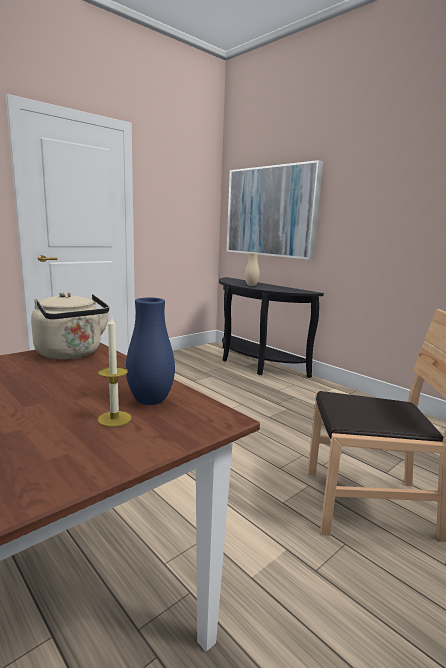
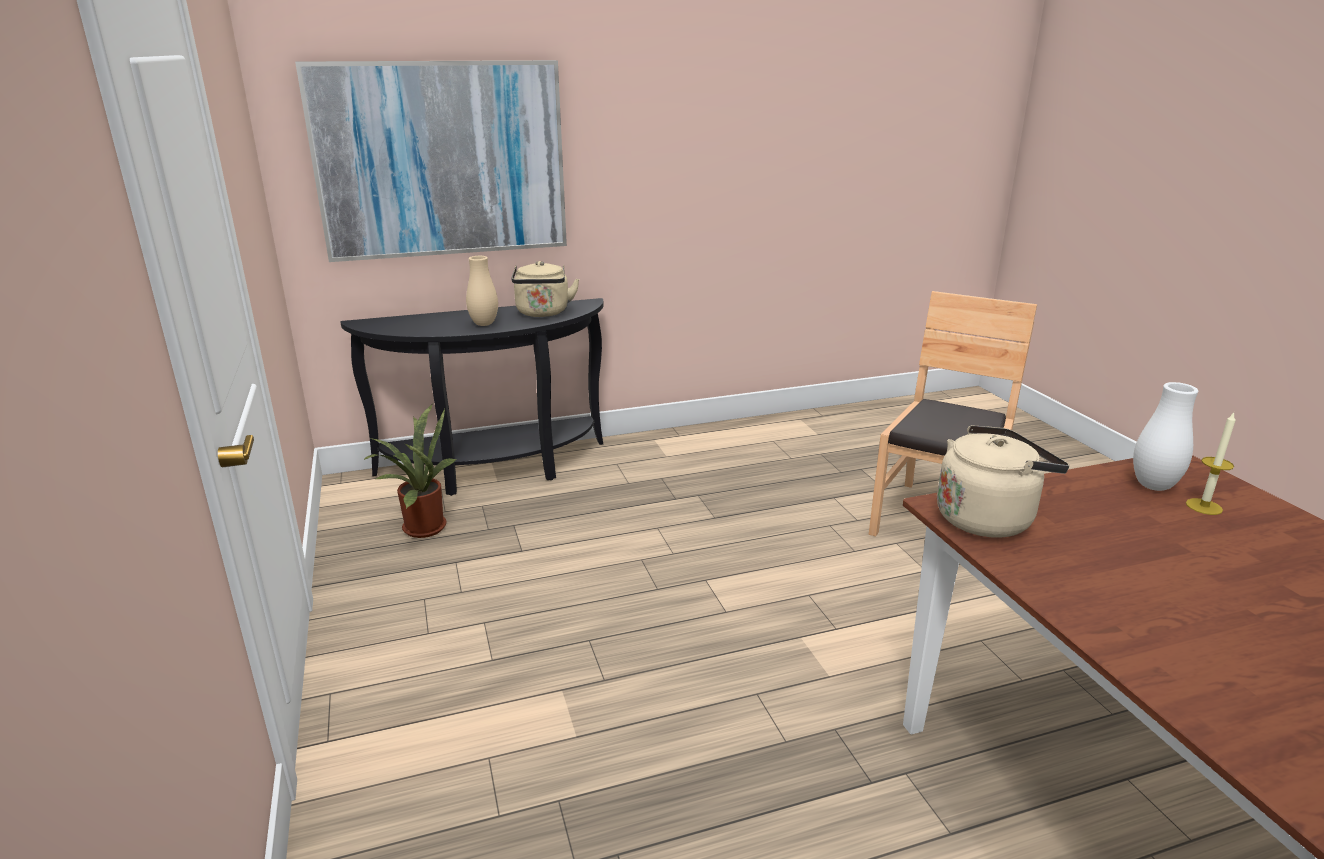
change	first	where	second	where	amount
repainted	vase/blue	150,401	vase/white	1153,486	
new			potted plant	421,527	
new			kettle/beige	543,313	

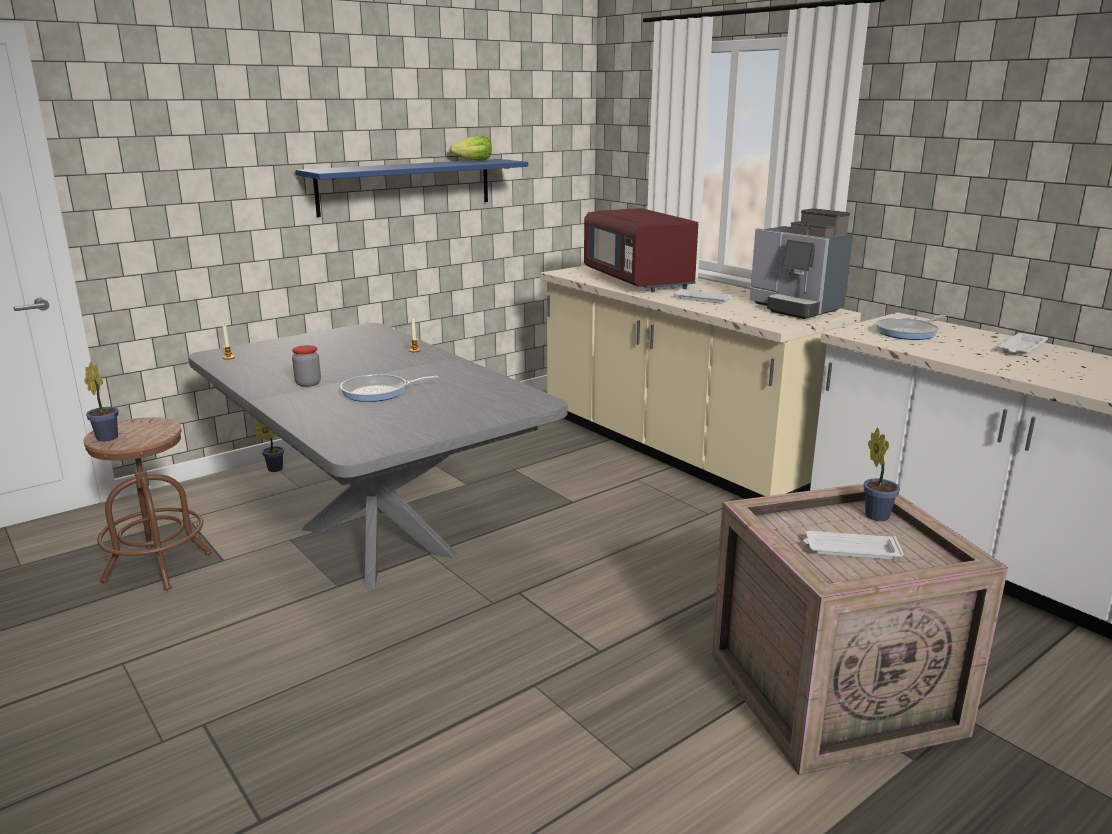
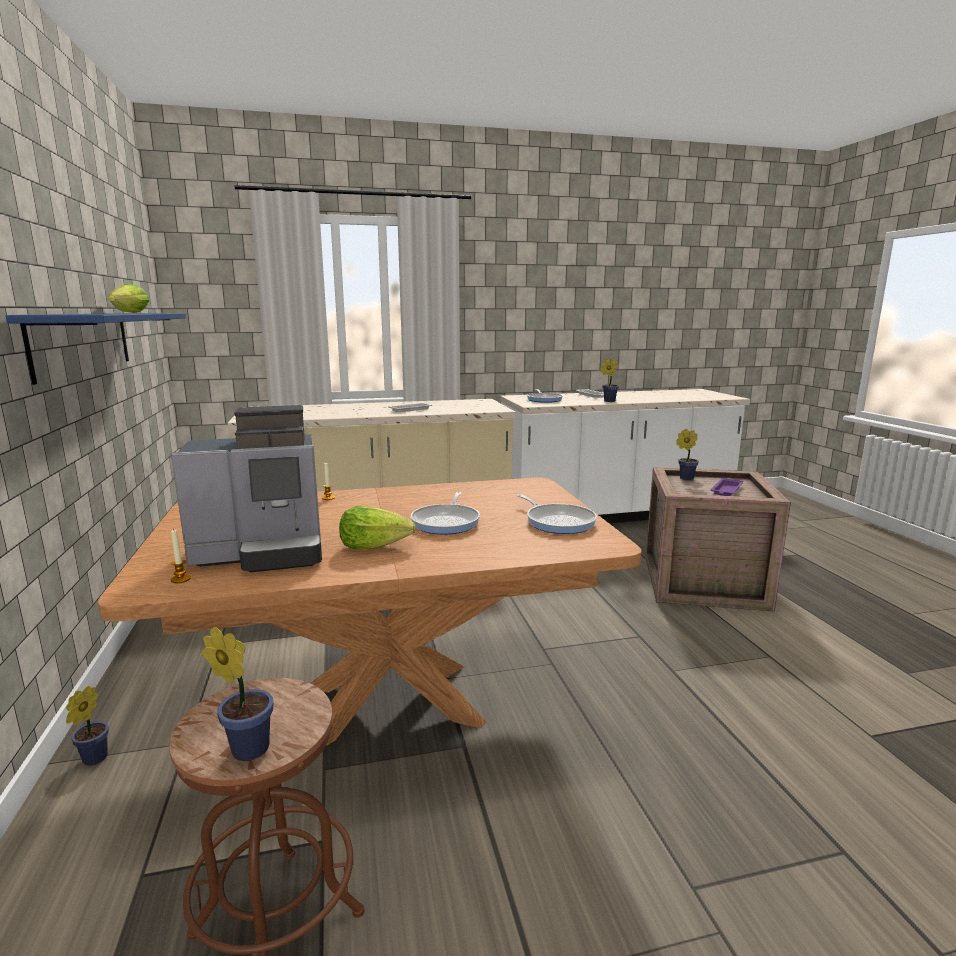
change	first	where	second	where	amount
repainted	dining table/grey	376,542	dining table/brown	392,705	
swapped	jar	308,383	lettuce	375,546	
gone	microwave/red	638,281			
shifted	coffee machine	796,308		264,552	
repainted	tray/white	850,550	tray/purple	726,490	
new			frying pan	558,522	
new			potted plant	608,401	

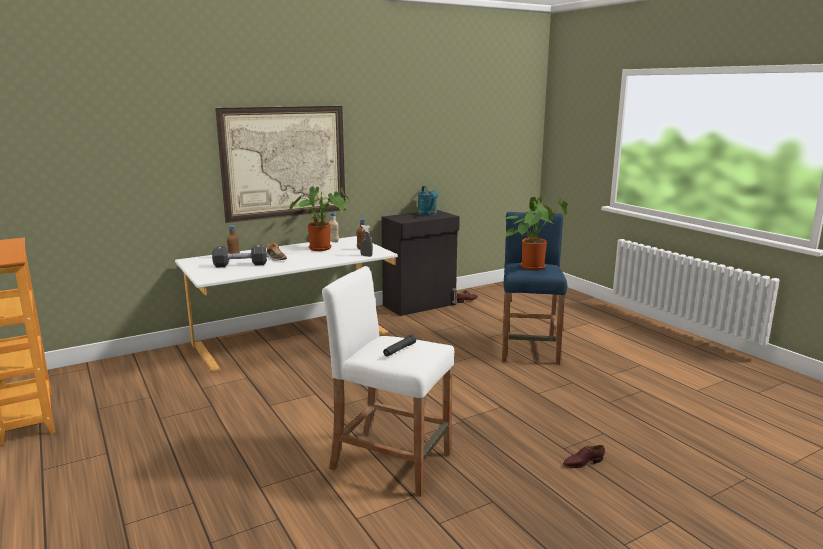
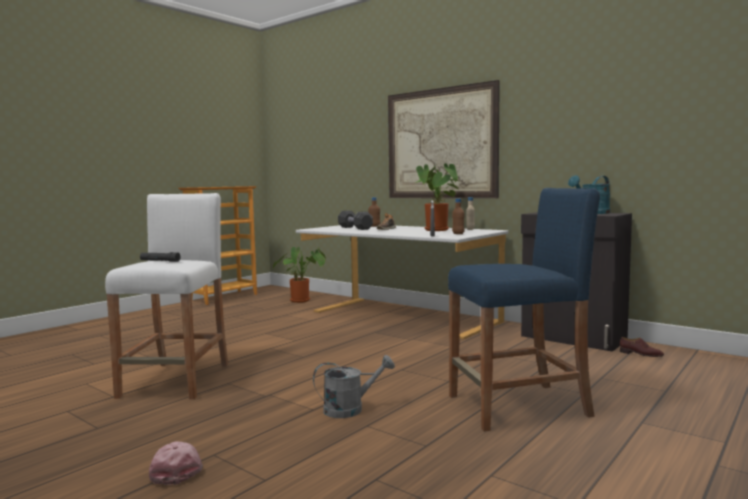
change	first	where	second	where	amount
shifted	potted plant	532,266		302,300	
swapped	shoe/brown	583,463	cap/pink	176,469	
new			watering can/grey	350,409	

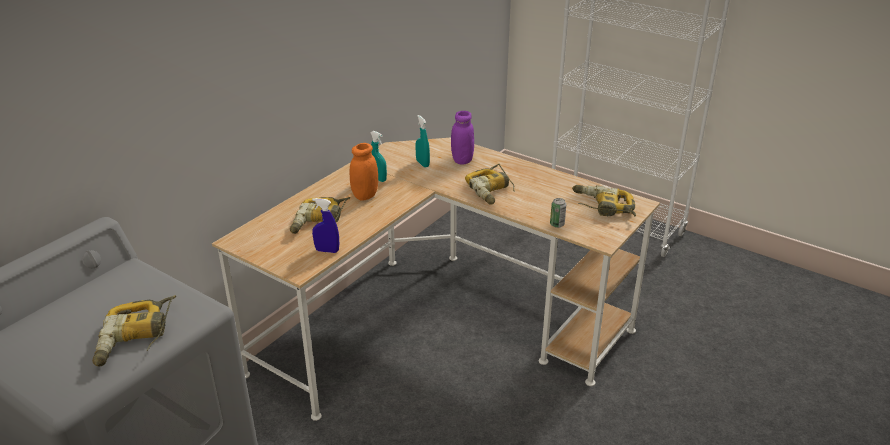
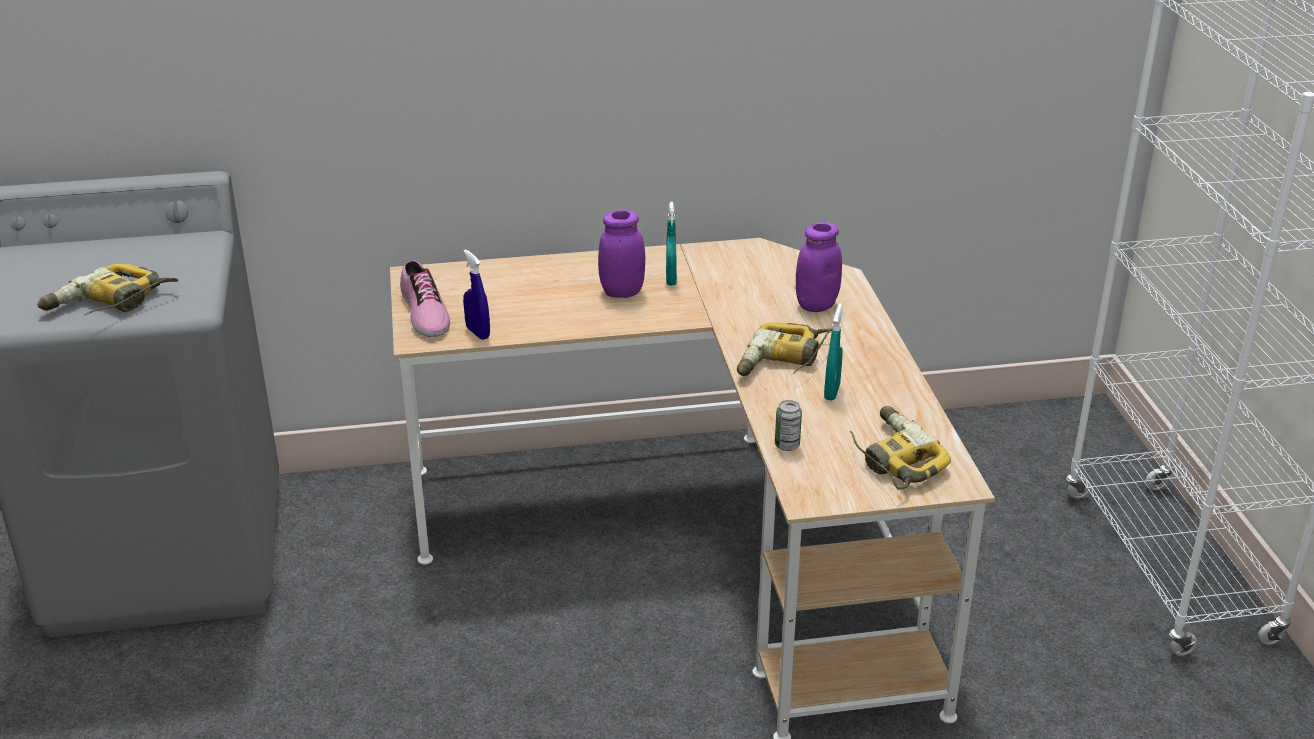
change	first	where	second	where	amount
gone	power drill	320,221			
repainted	jar/orange	365,195	jar/purple	622,292	
shifted	spray bottle/turquoise	422,163		832,392	
new			shoe	423,313	

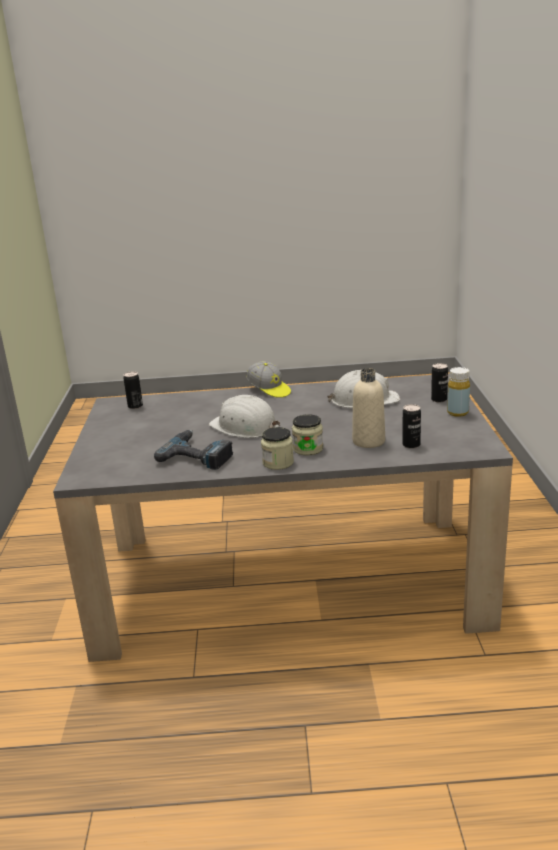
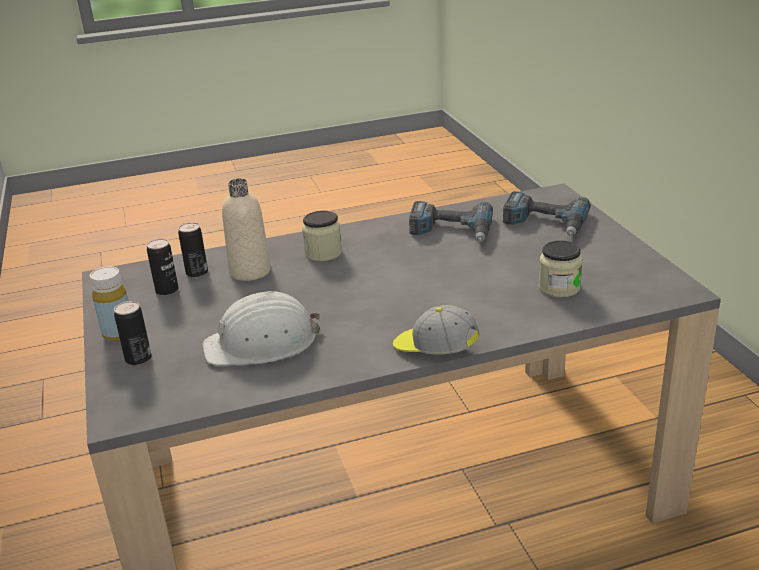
change	first	where	second	where	amount
shifted	can	135,406		167,290	
gone	hard hat/white	244,427			
shifted	jar	278,463		559,287	
new			power drill	544,223	

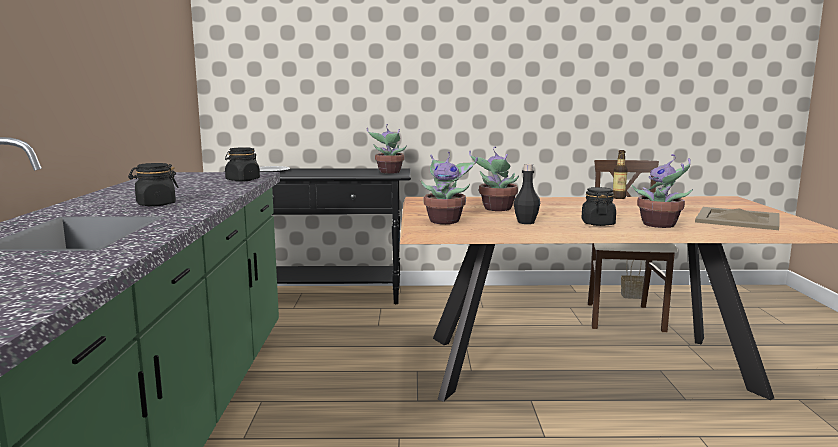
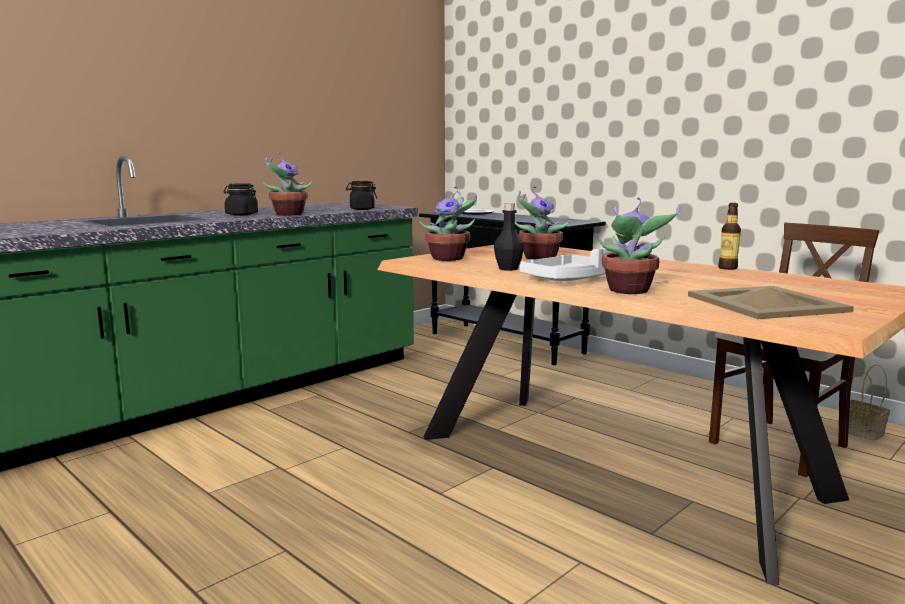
change	first	where	second	where	amount
shifted	potted plant	389,172		287,214	
swapped	jar/black	597,223	tray/grey	569,279	

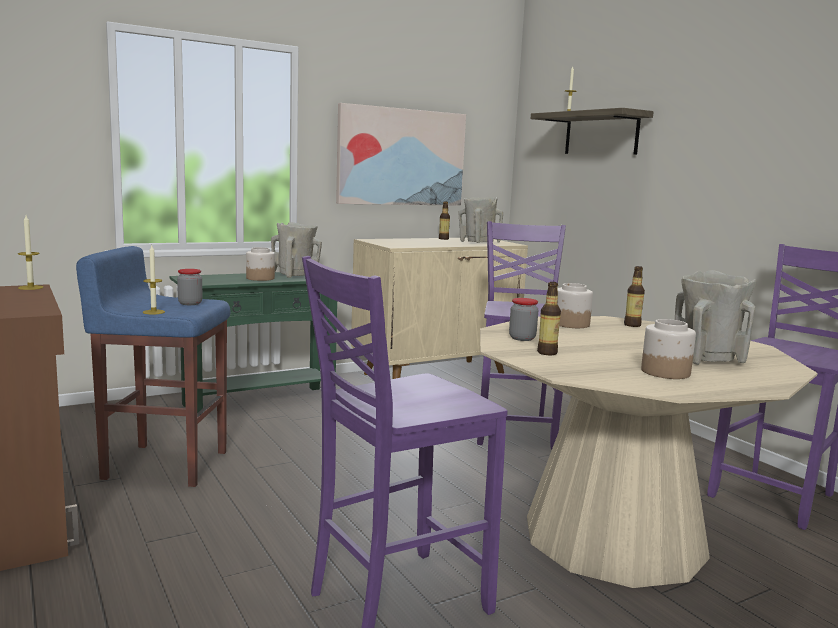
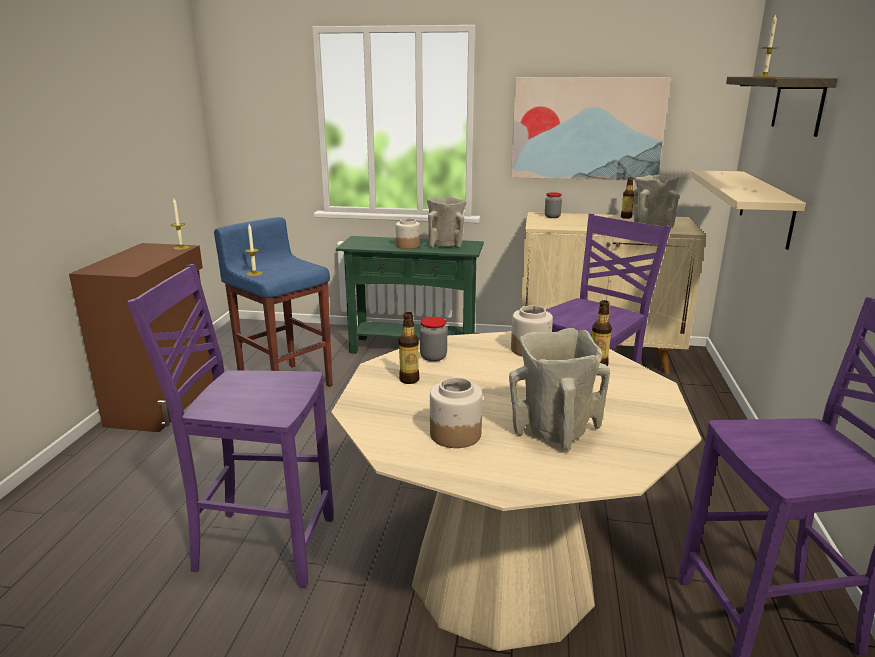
change	first	where	second	where	amount
shifted	jar	190,303		552,217	
new			shelf/beige	766,207	

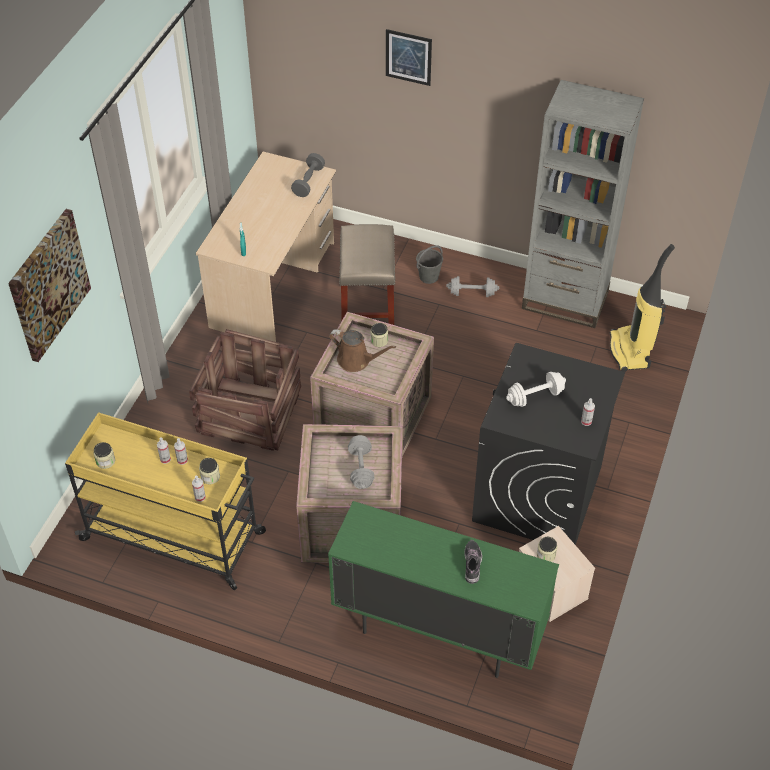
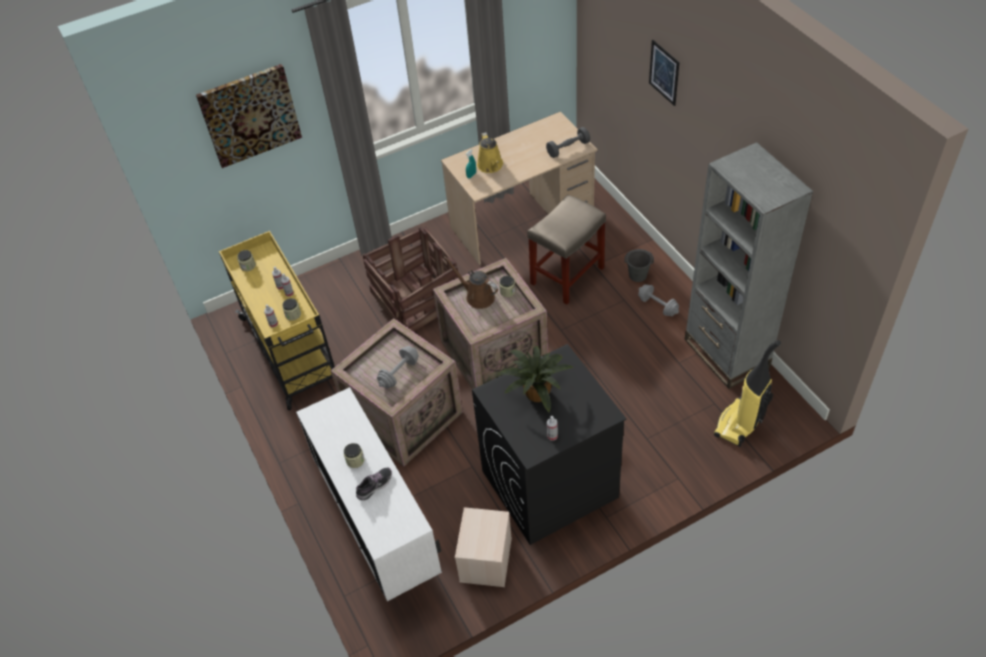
change	first	where	second	where	amount
repainted	cabinet/green	438,631	cabinet/white	379,531	
rotated	watering can/brown	356,360		477,296	150 degrees clockwise
swapped	dumbbell/white	535,396	potted plant	535,392	
shifted	jar	546,554		355,460	
new			watering can/yellow	491,166	

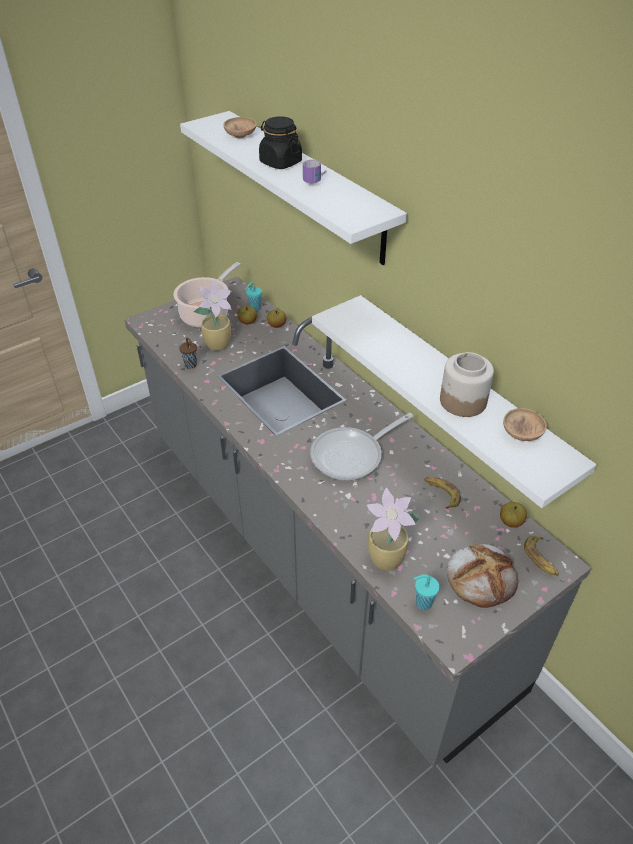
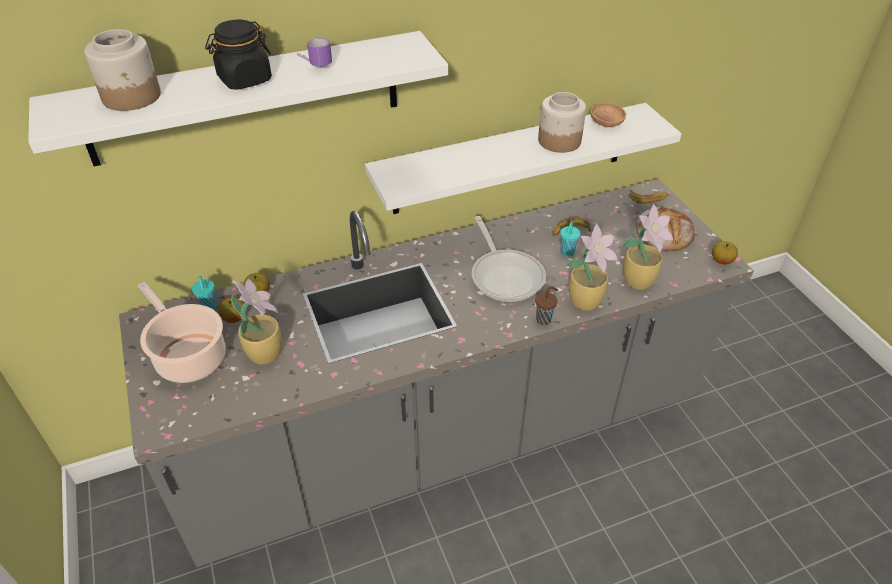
change	first	where	second	where	amount
shifted	cup/brown	191,365		544,319	
swapped	bowl/brown	240,135	jar	132,97	
shifted	cup/turquoise	422,603		567,253	
shifted	apple	511,522		721,261	
new			potted plant	586,301	

